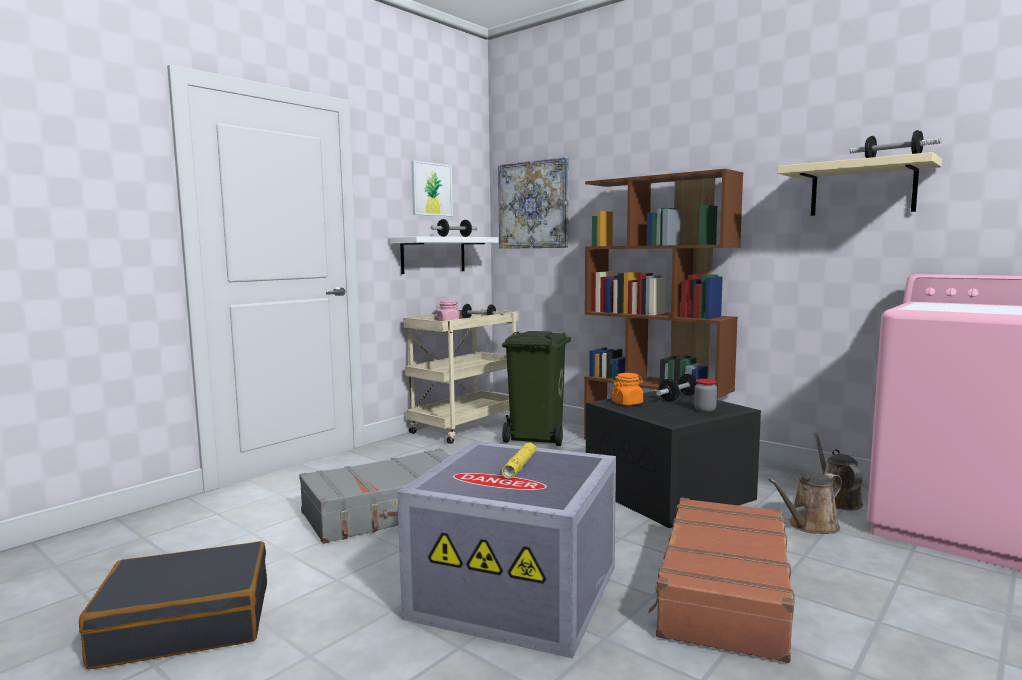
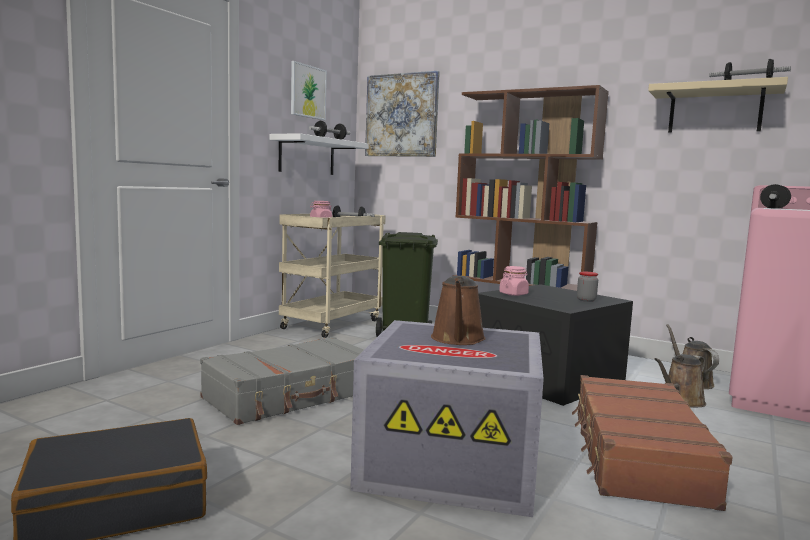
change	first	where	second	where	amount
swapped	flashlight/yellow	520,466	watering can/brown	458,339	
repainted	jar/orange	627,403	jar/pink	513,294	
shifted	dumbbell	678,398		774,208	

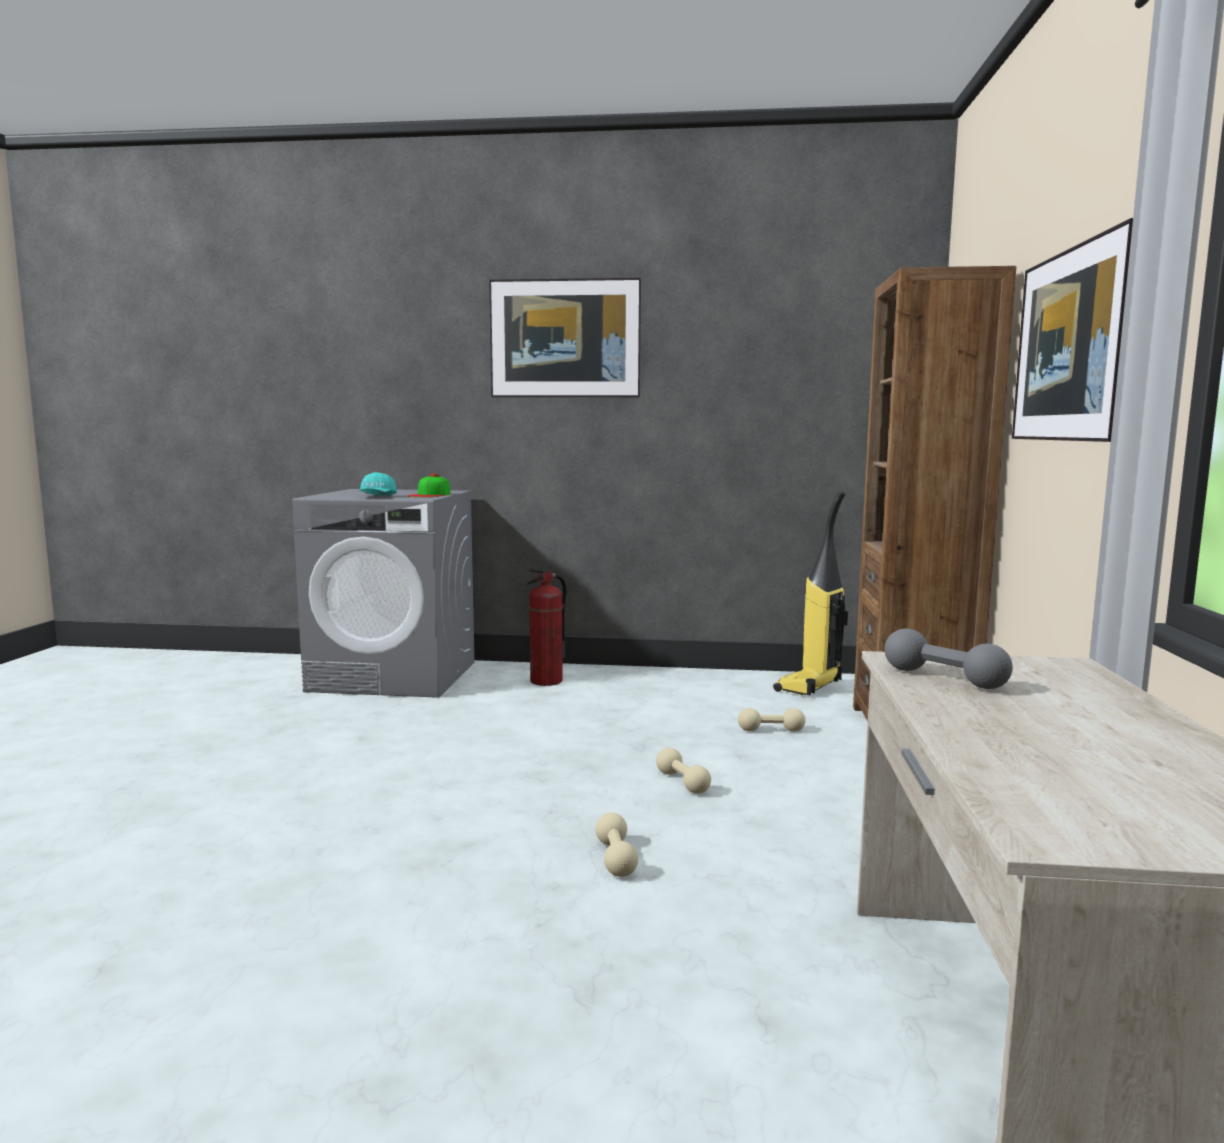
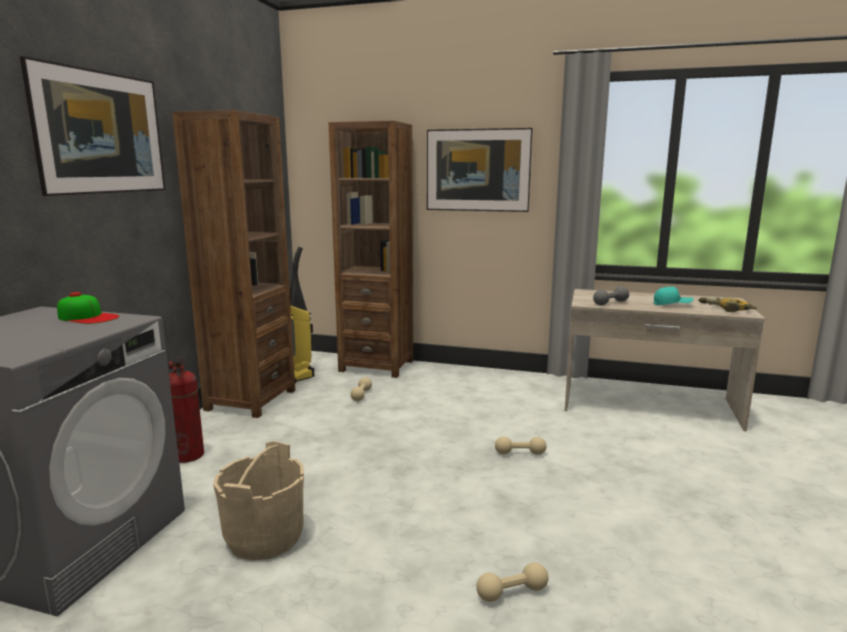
change	first	where	second	where	amount
shifted	cap/turquoise	377,497		672,305	
shifted	dumbbell/beige	682,782		512,592	
new			bookcase/brown	251,400	
new			bucket/beige	264,537	
new			power drill	725,309	

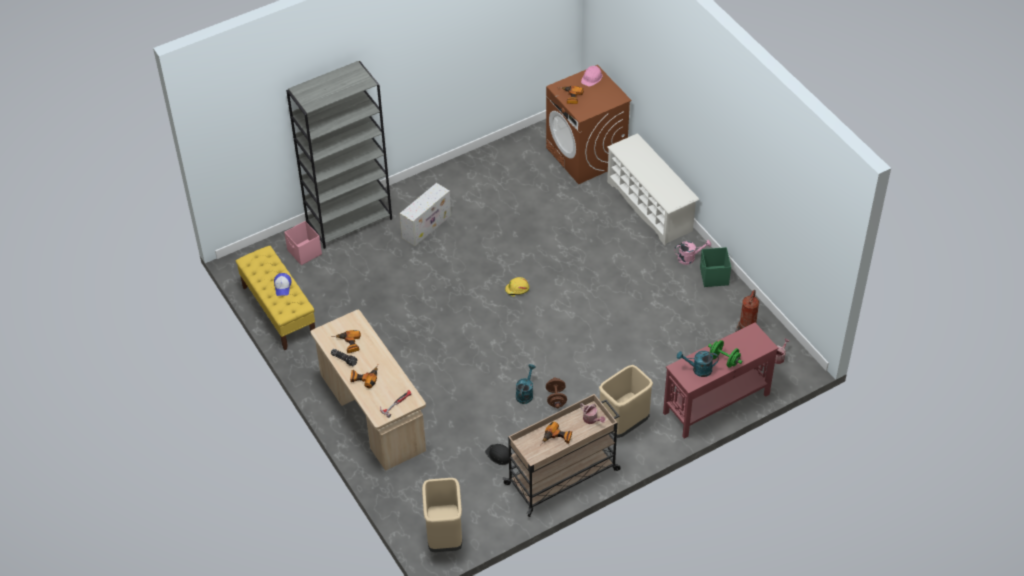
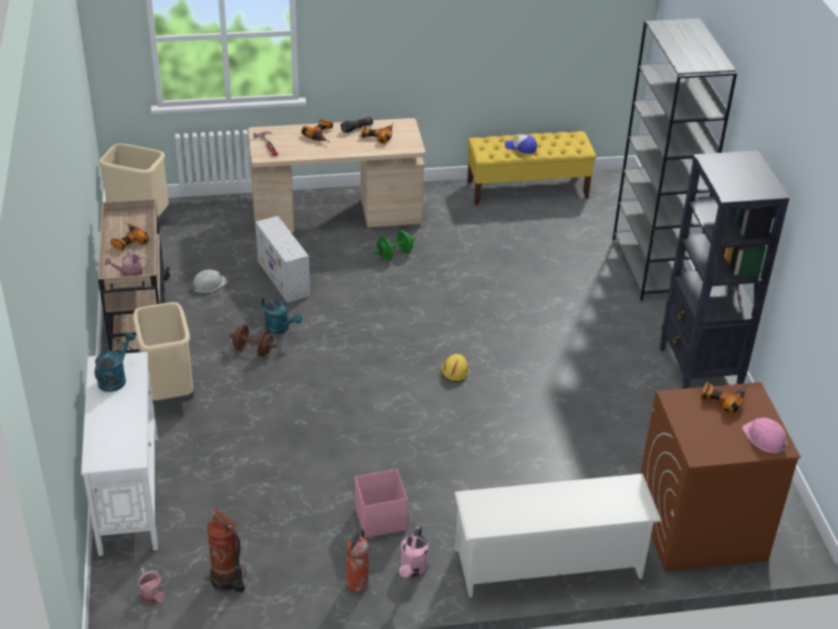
change	first	where	second	where	amount
shifted	storage box/pink	304,252		379,519	
shifted	storage box/white	427,226		284,279	
repainted	hard hat/black	499,455	hard hat/white	208,284	
repainted	console table/red	715,403	console table/white	130,491	
swapped	storage box/green	714,277	fire extinguisher	357,584	
shifted	dumbbell/green	724,360		394,254	
new			bookcase/black	699,371	

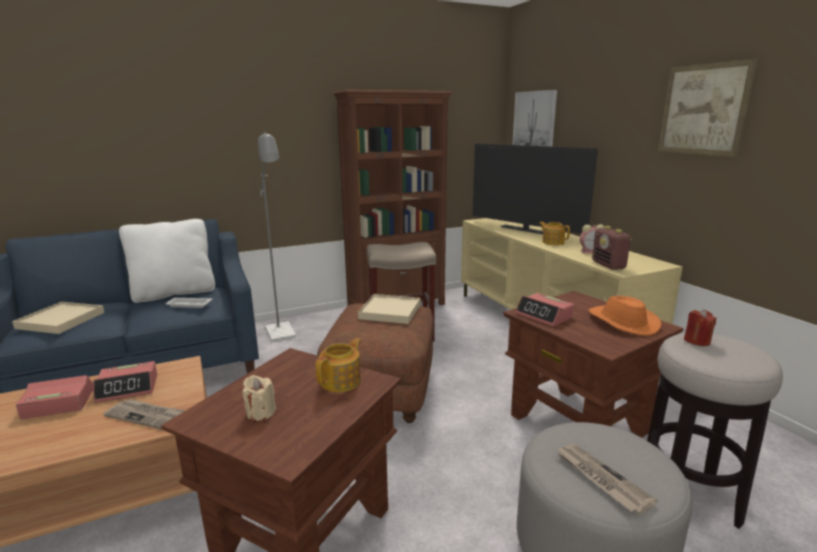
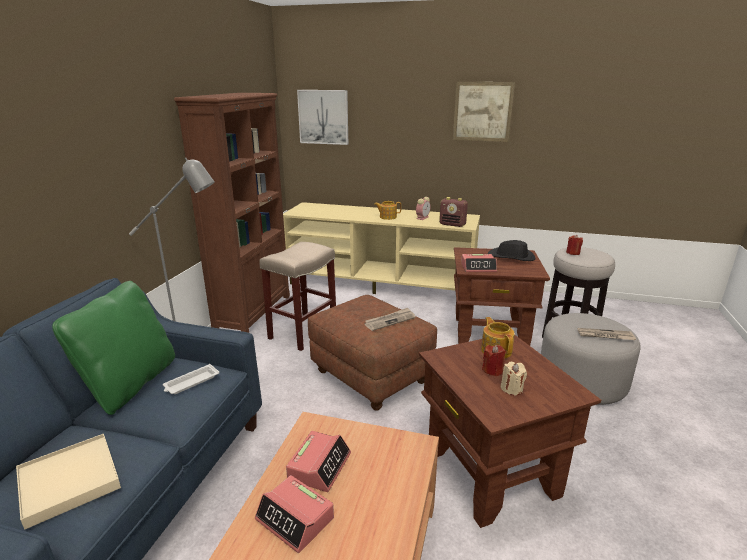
change	first	where	second	where	amount
rotated	alarm clock	58,403		295,519	75 degrees counterclockwise
shifted	newspaper	147,416		390,320	
repainted	pillow/white	174,293	pillow/green	130,384	
gone	tray/beige	390,311			
gone	television	525,230			
repainted	hat/orange	622,322	hat/black	511,257	
new			candle/red	492,370	

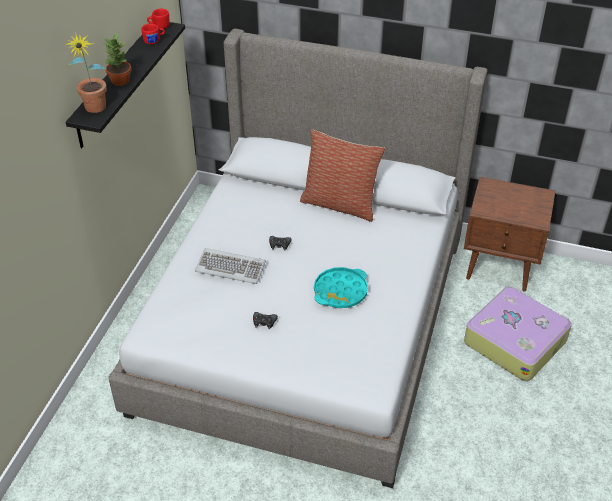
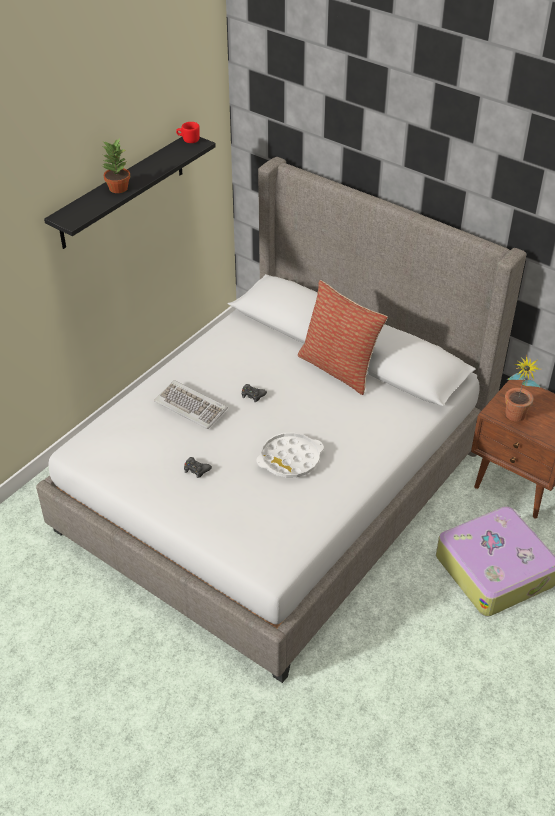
change	first	where	second	where	amount
shifted	potted plant	94,110		514,419	
gone	mug/red	154,41			
repainted	tray/turquoise	340,291	tray/white	290,459	

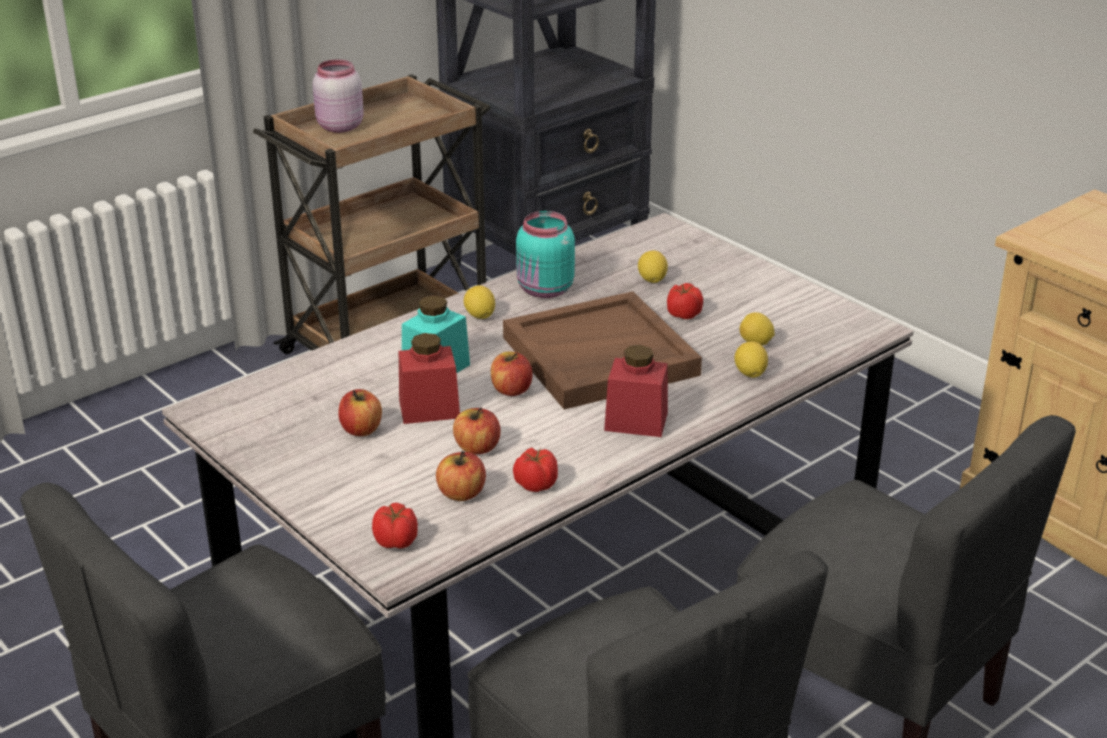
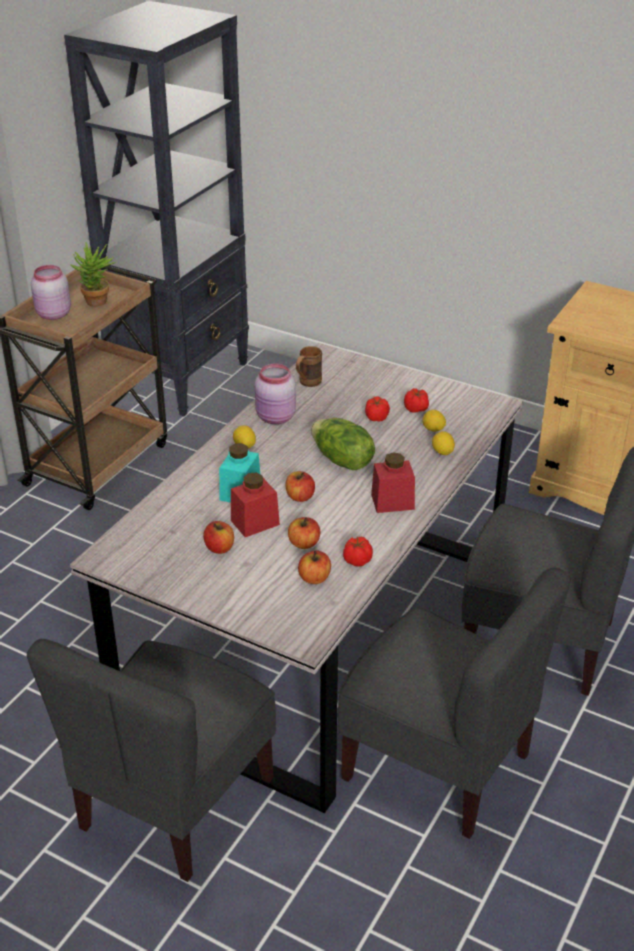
change	first	where	second	where	amount
shifted	tomato	396,542		416,409	
swapped	tray/brown	599,357	lettuce	341,460	
repainted	jar/turquoise	544,290	jar/pink	276,418	
gone	lemon	652,280			
new			potted plant	97,304	
new			mug/brown	307,384	

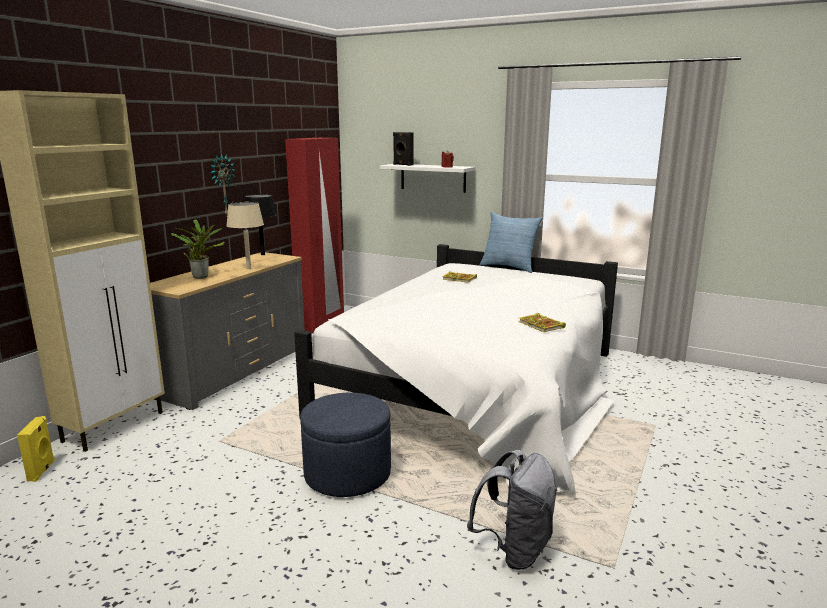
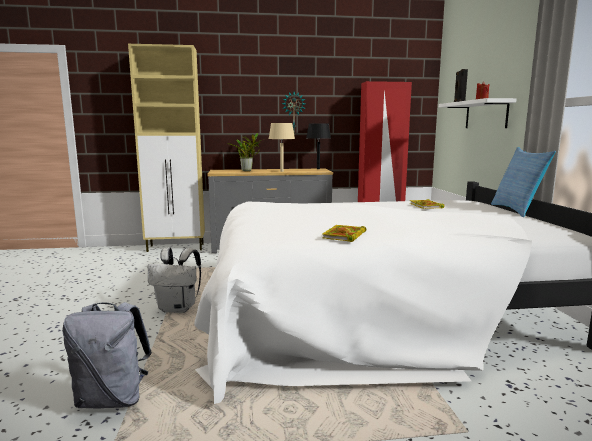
change	first	where	second	where	amount
gone	speaker/yellow	42,471			
swapped	ottoman/blue	347,474	backpack/white	178,308	

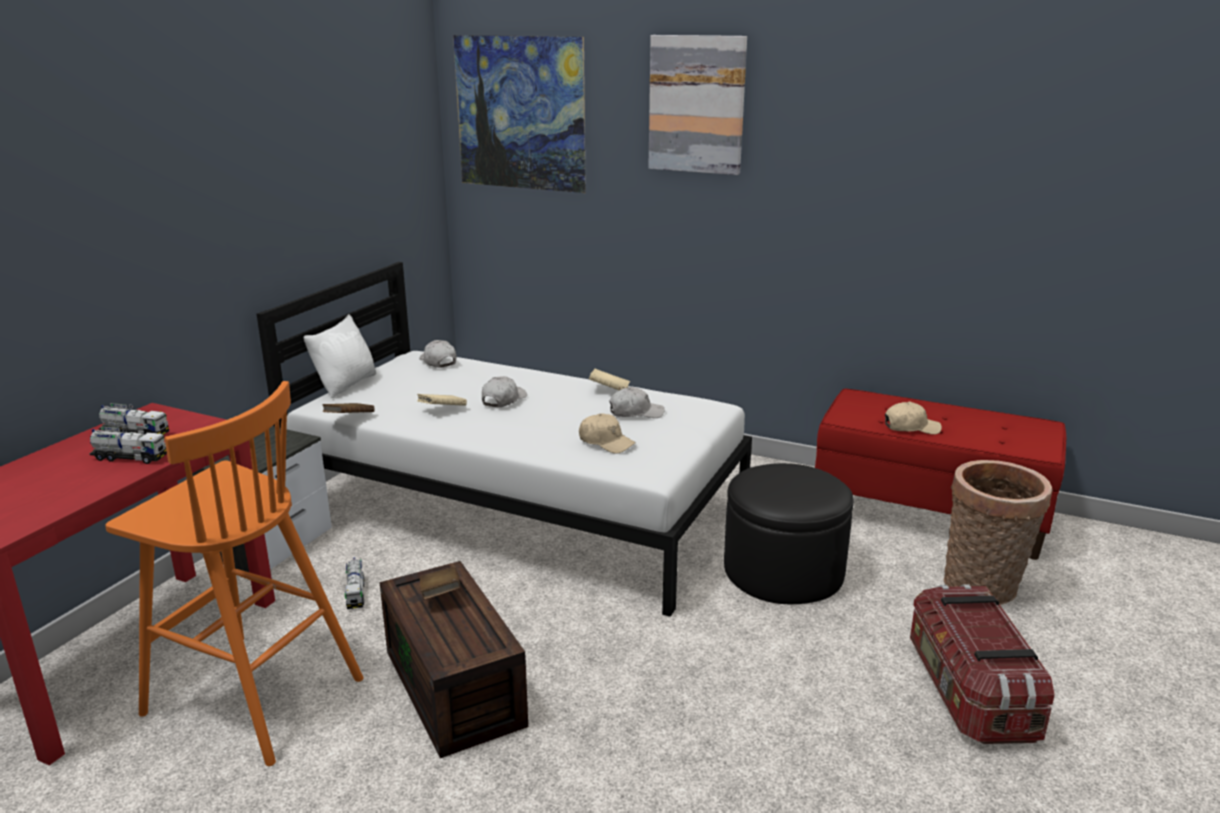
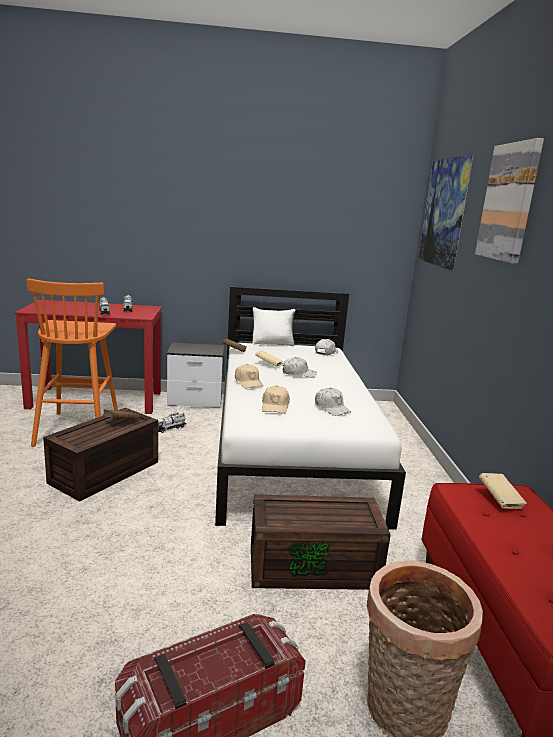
change	first	where	second	where	amount
shifted	book/beige	609,390		499,500	
swapped	ottoman/black	783,571	storage box/brown	314,565	
shifted	cap/beige	911,427		248,382	

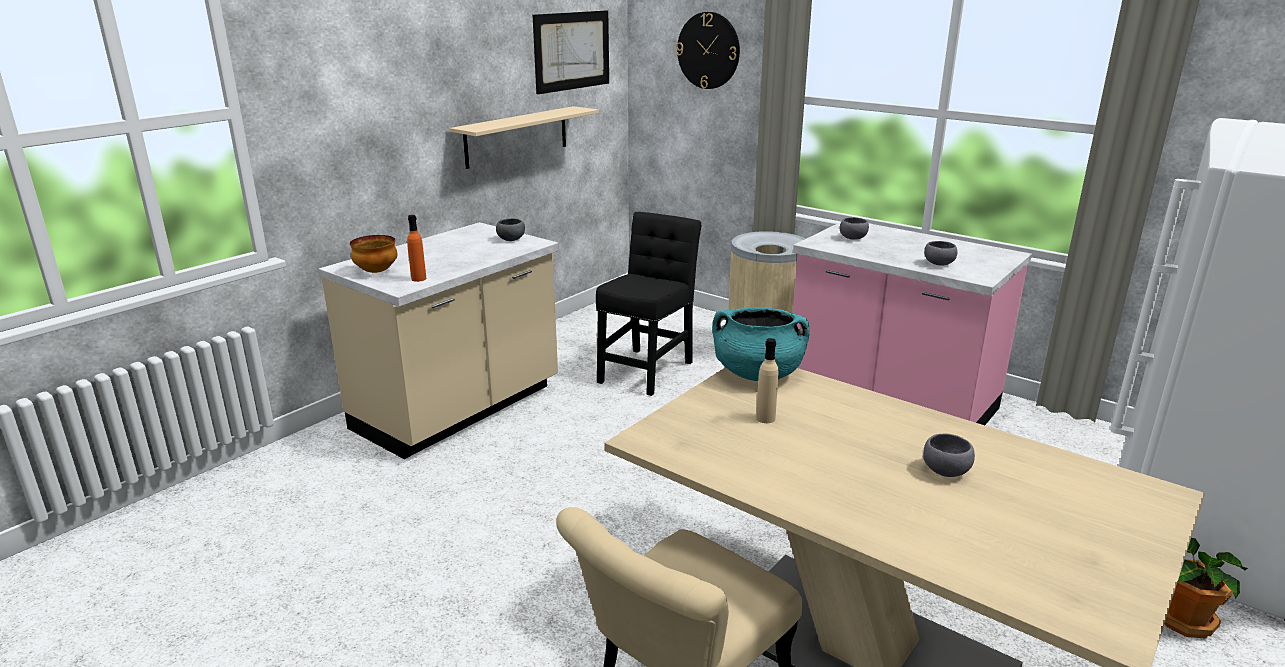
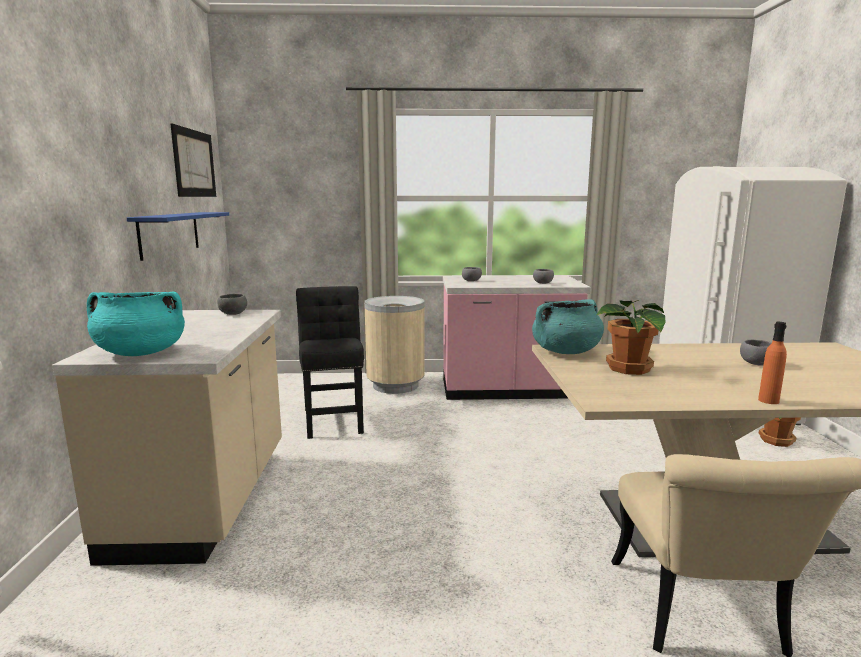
change	first	where	second	where	amount
swapped	bowl	376,271	cooking pot/turquoise	140,353	
shifted	bottle/orange	418,279		768,401	
repainted	shelf/beige	517,136	shelf/blue	170,234	
gone	wall clock	708,50			
swapped	bottle/beige	765,418	potted plant	628,369	

